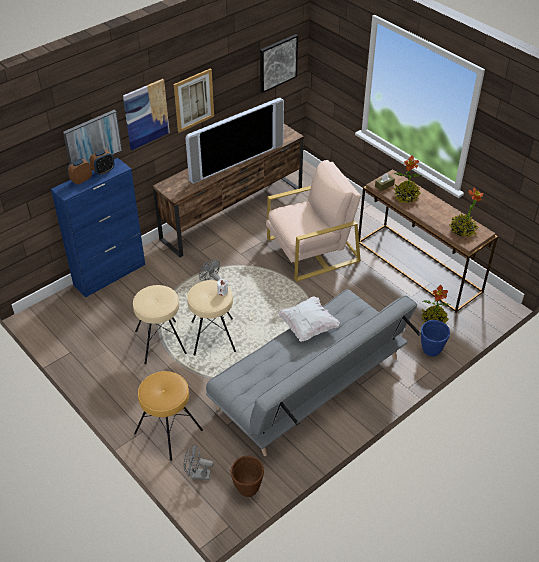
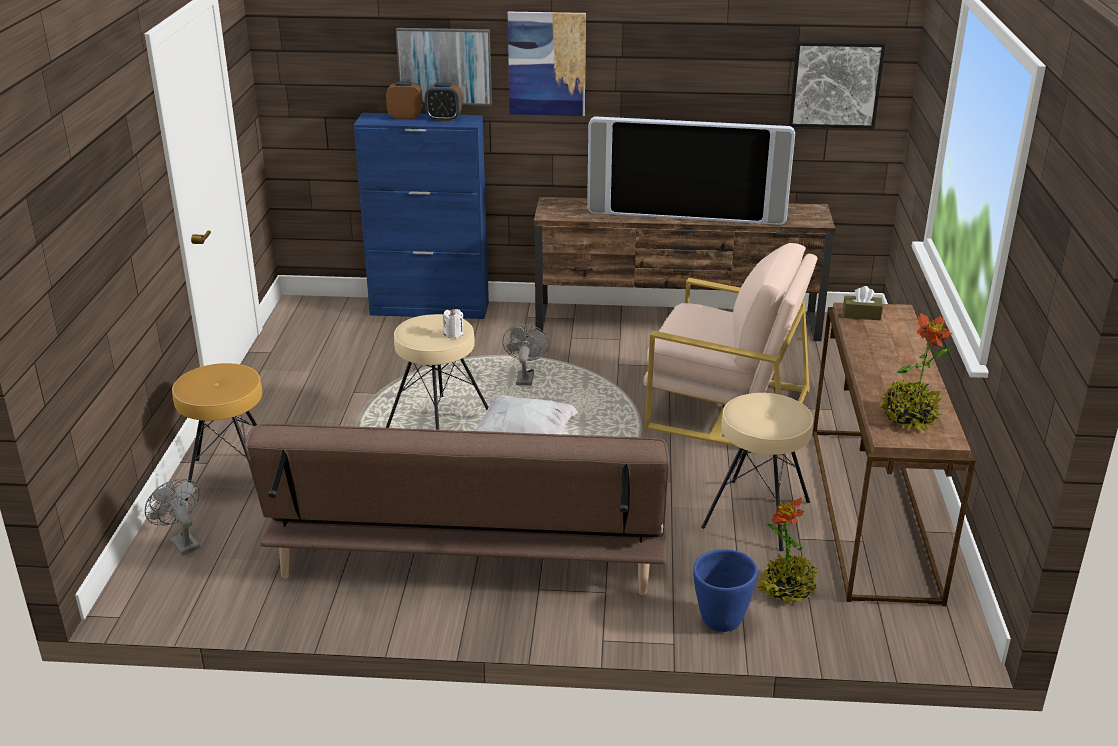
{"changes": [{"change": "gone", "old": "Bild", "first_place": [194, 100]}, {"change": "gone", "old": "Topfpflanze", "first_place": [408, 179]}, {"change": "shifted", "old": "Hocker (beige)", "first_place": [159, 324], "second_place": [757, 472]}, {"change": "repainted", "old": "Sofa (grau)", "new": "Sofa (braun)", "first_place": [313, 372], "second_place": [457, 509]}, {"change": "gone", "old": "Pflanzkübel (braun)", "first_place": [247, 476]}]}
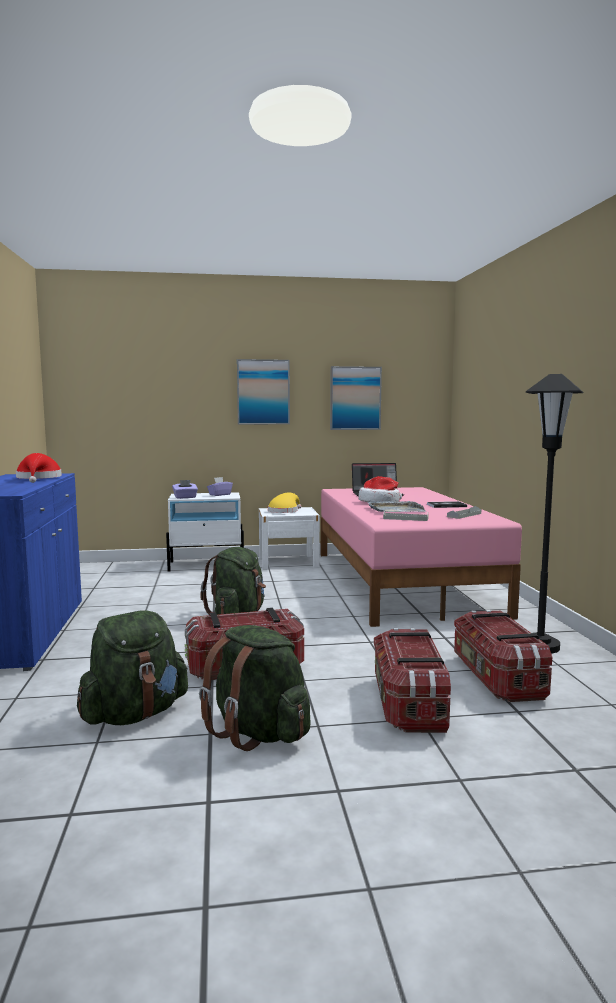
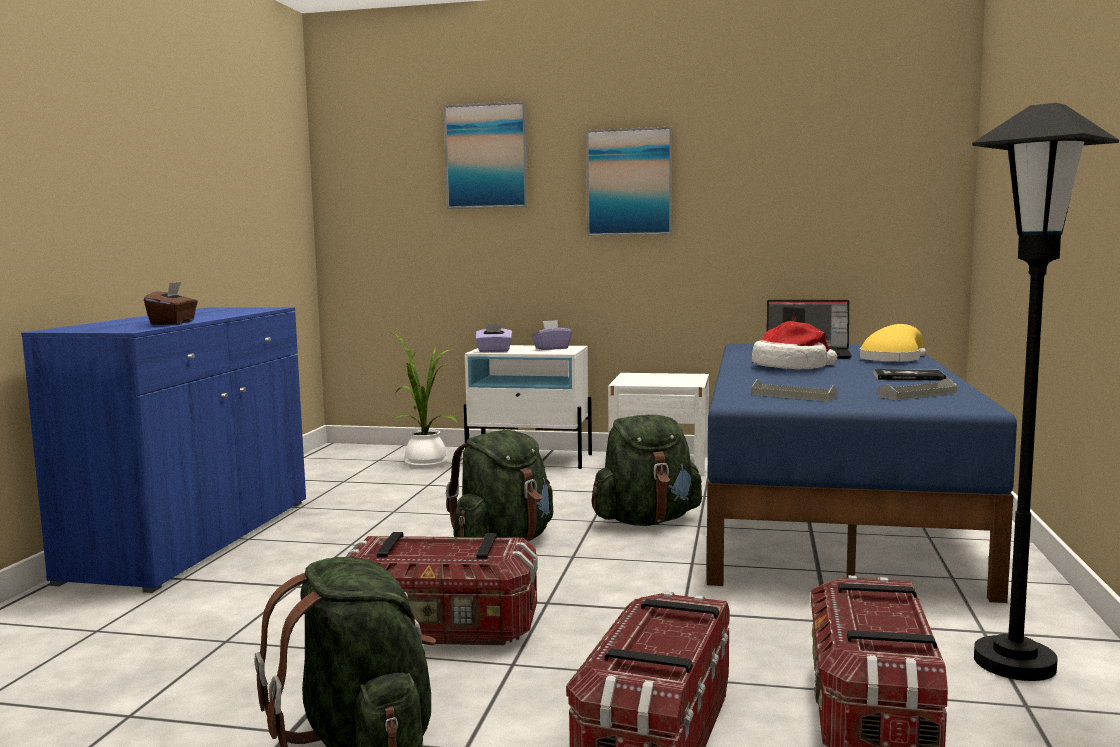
{"changes": [{"change": "shifted", "old": "Bild", "first_place": [356, 398], "second_place": [485, 155]}, {"change": "gone", "old": "Hut (rot)", "first_place": [39, 468]}, {"change": "repainted", "old": "Bett (rosa)", "new": "Bett (blau)", "first_place": [421, 557], "second_place": [862, 473]}, {"change": "shifted", "old": "Hut (gelb)", "first_place": [284, 503], "second_place": [893, 342]}, {"change": "gone", "old": "Tablett (grau)", "first_place": [396, 506]}, {"change": "shifted", "old": "Rucksack (grün)", "first_place": [132, 667], "second_place": [646, 470]}, {"change": "new", "new": "Taschentuchbox (braun)", "second_place": [171, 303]}, {"change": "new", "new": "Topfpflanze", "second_place": [423, 400]}]}
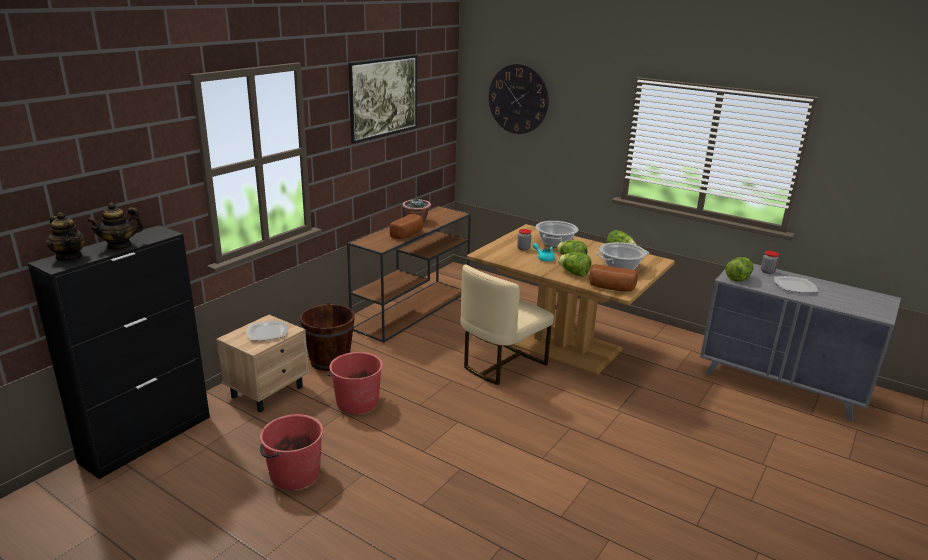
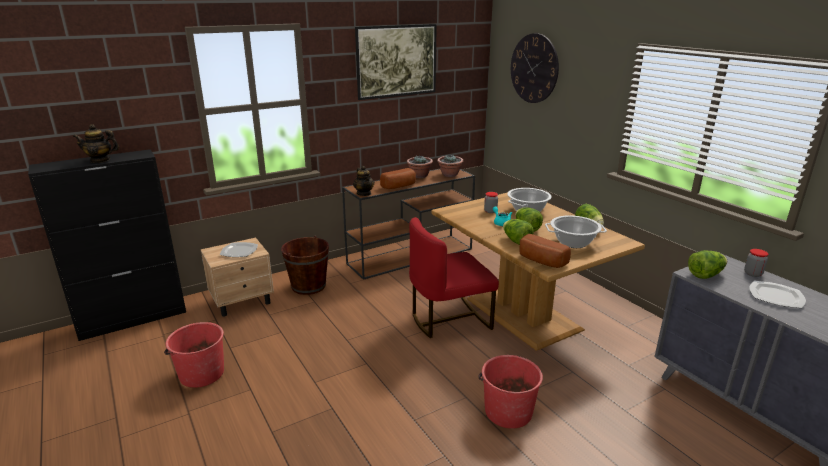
{"changes": [{"change": "shifted", "old": "Teekanne", "first_place": [66, 236], "second_place": [363, 181]}, {"change": "repainted", "old": "Stuhl (beige)", "new": "Stuhl (rot)", "first_place": [507, 324], "second_place": [454, 277]}, {"change": "shifted", "old": "Eimer (rot)", "first_place": [355, 383], "second_place": [511, 392]}, {"change": "new", "new": "Topfpflanze", "second_place": [450, 166]}]}
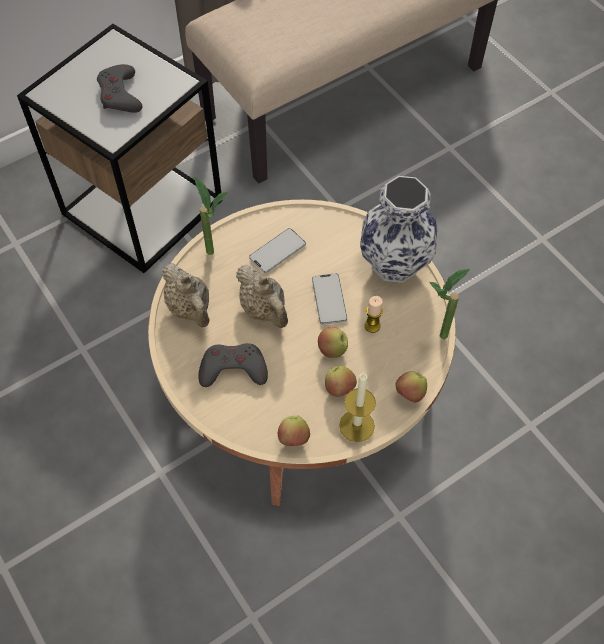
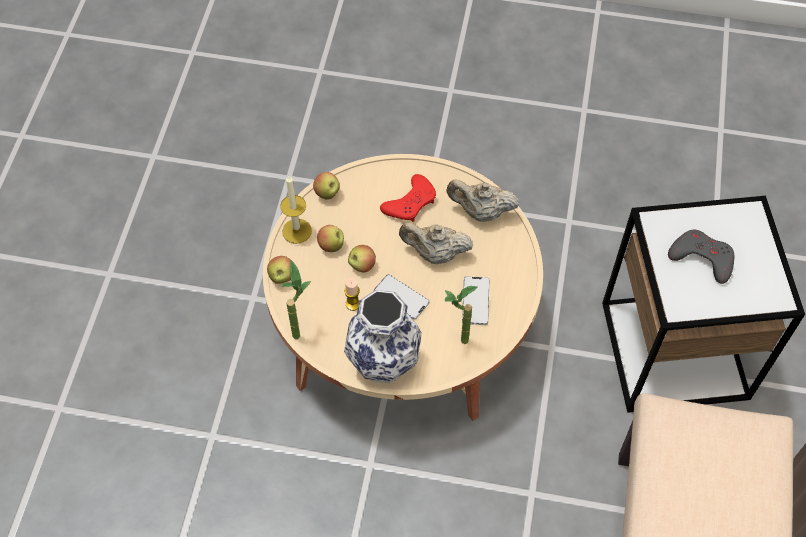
{"changes": [{"change": "shifted", "old": "Topfpflanze", "first_place": [211, 215], "second_place": [461, 315]}, {"change": "repainted", "old": "Gamepad (grau)", "new": "Gamepad (rot)", "first_place": [233, 365], "second_place": [408, 198]}]}
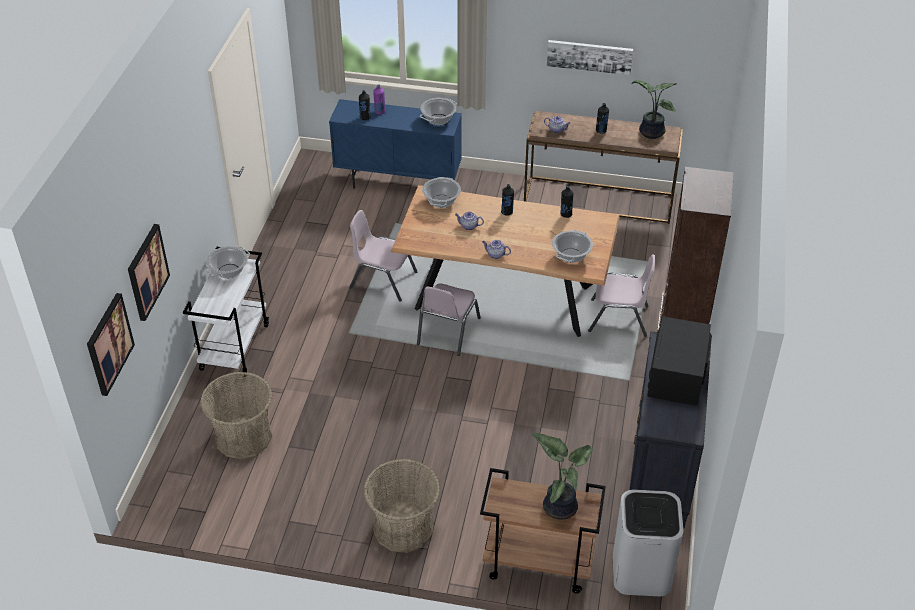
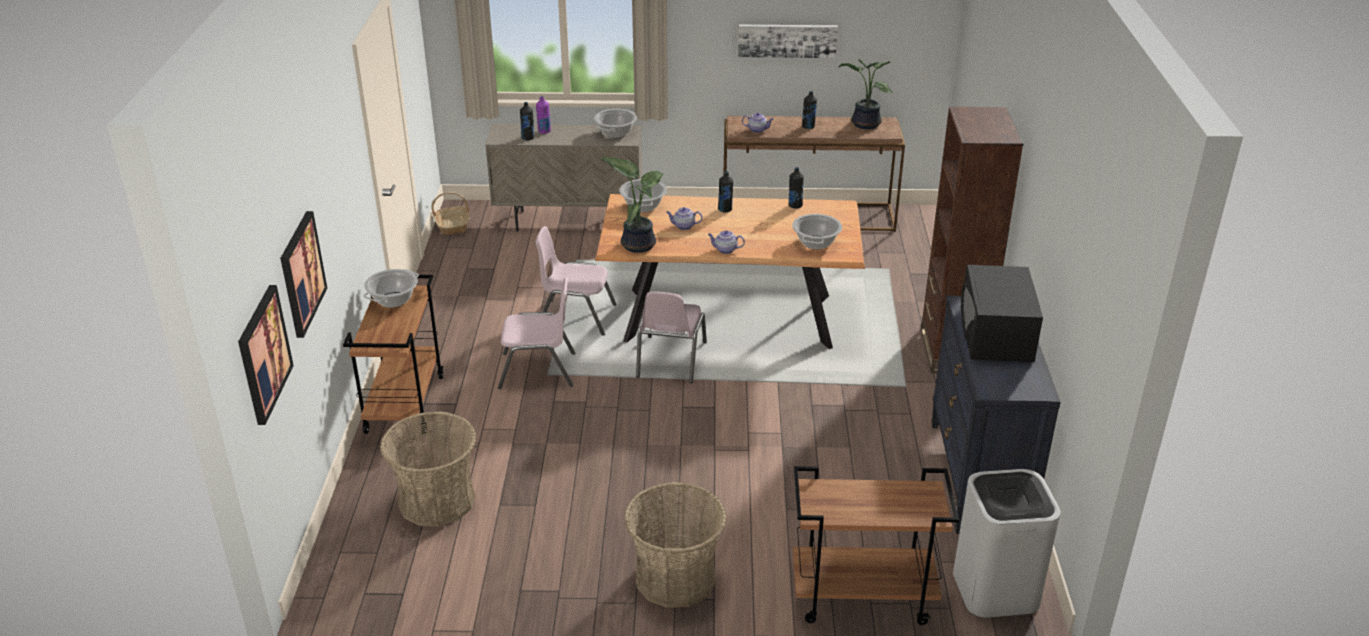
{"changes": [{"change": "repainted", "old": "Schrank (blau)", "new": "Schrank (beige)", "first_place": [395, 144], "second_place": [563, 178]}, {"change": "repainted", "old": "Rollwagen (weiß)", "new": "Rollwagen (braun)", "first_place": [226, 312], "second_place": [393, 355]}, {"change": "shifted", "old": "Stuhl (rosa)", "first_place": [621, 295], "second_place": [537, 333]}, {"change": "shifted", "old": "Topfpflanze", "first_place": [562, 476], "second_place": [632, 205]}, {"change": "new", "new": "Korb", "second_place": [450, 213]}]}
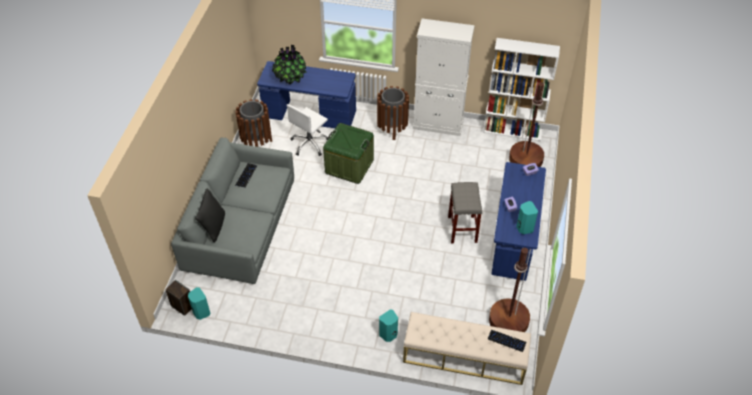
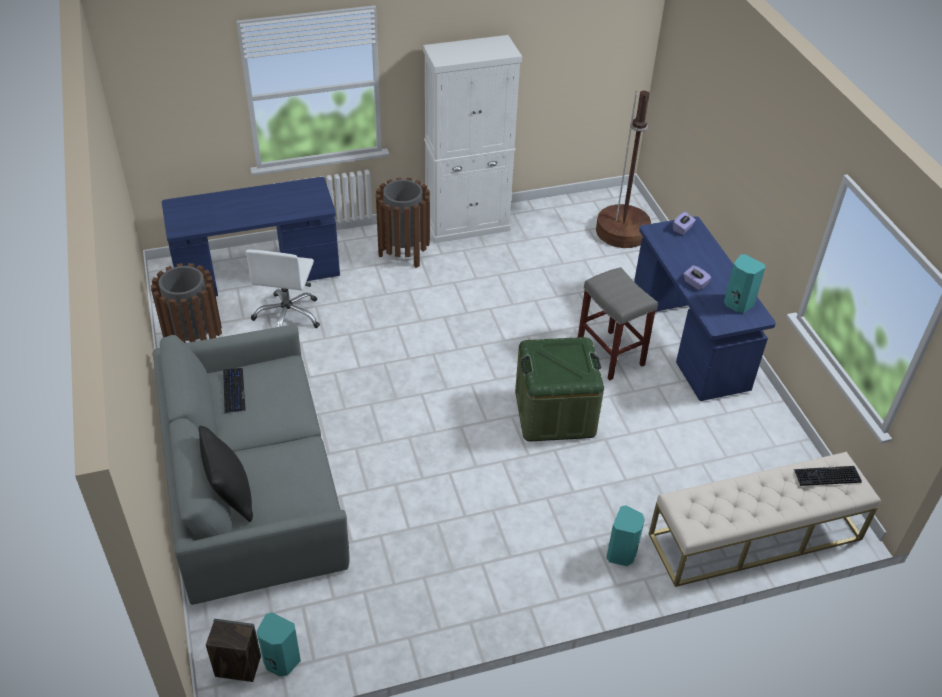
{"changes": [{"change": "gone", "old": "Bücherregal (weiß)", "first_place": [521, 89]}, {"change": "gone", "old": "Topfpflanze", "first_place": [289, 64]}, {"change": "shifted", "old": "Aufbewahrungsbox (grün)", "first_place": [348, 153], "second_place": [559, 389]}, {"change": "gone", "old": "Stehlampe (braun)", "first_place": [510, 290]}]}
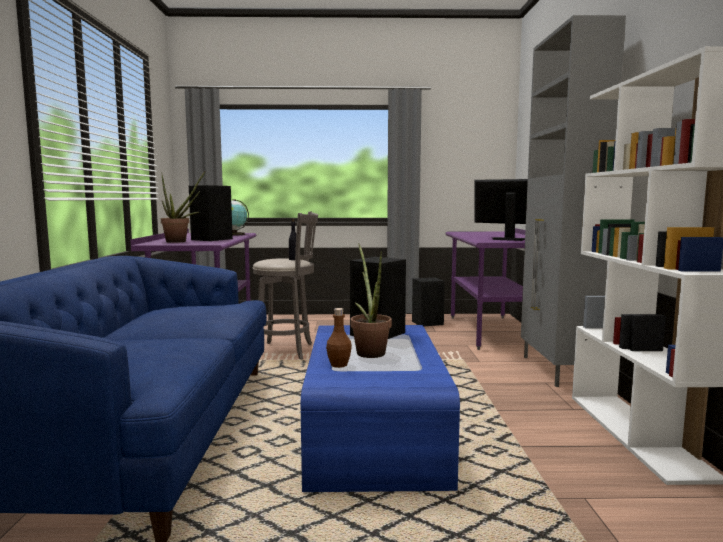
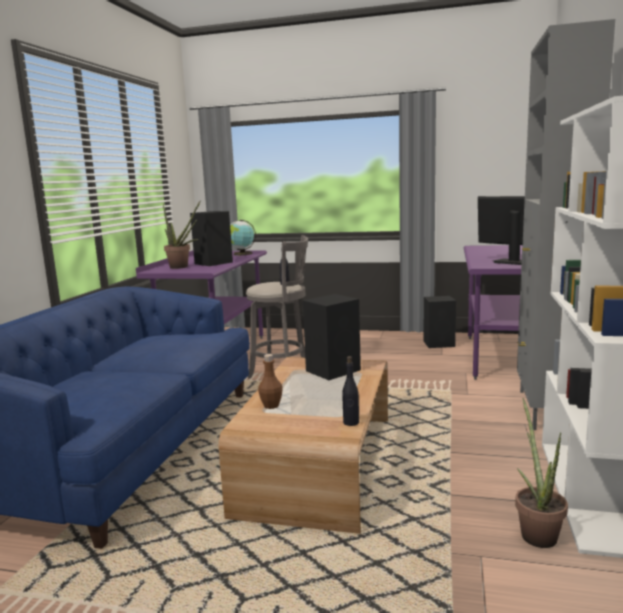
{"changes": [{"change": "shifted", "old": "Topfpflanze", "first_place": [371, 300], "second_place": [541, 473]}, {"change": "repainted", "old": "Couchtisch (blau)", "new": "Couchtisch (braun)", "first_place": [380, 408], "second_place": [303, 445]}, {"change": "new", "new": "Flasche (schwarz)", "second_place": [350, 391]}]}
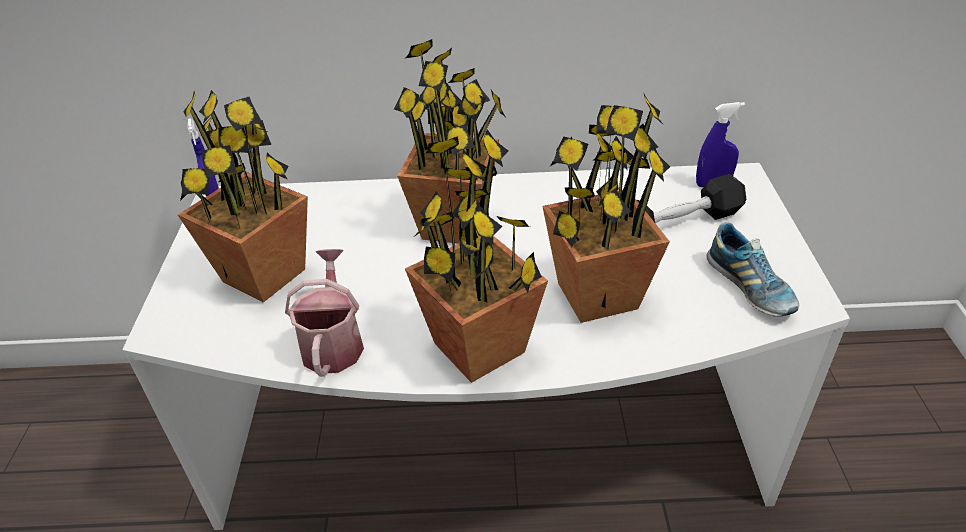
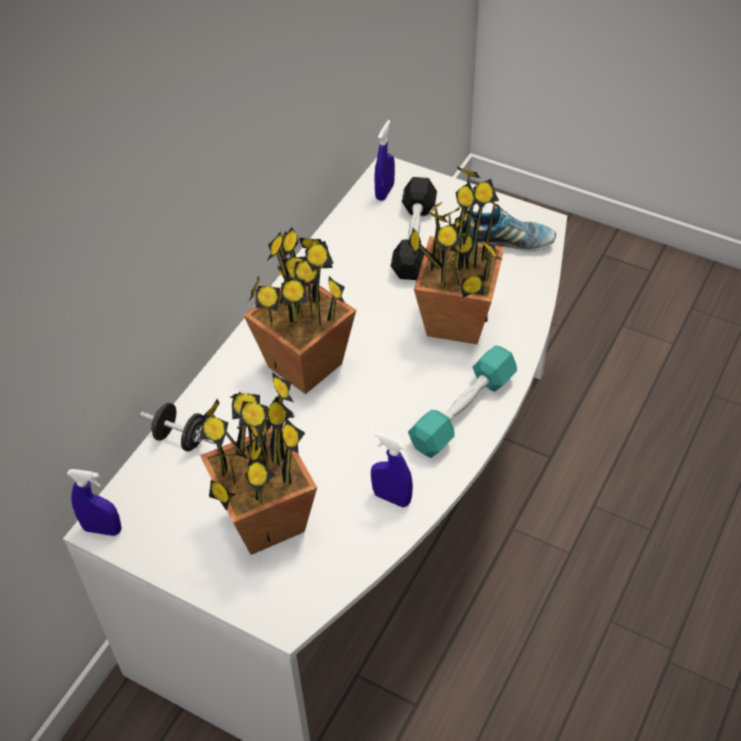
{"changes": [{"change": "swapped", "old": "Topfpflanze", "new": "Hantel (türkis)", "first_place": [476, 256], "second_place": [462, 401]}, {"change": "swapped", "old": "Gießkanne", "new": "Sprühflasche (blau)", "first_place": [324, 313], "second_place": [392, 469]}, {"change": "new", "new": "Hantel (schwarz)", "second_place": [178, 427]}]}
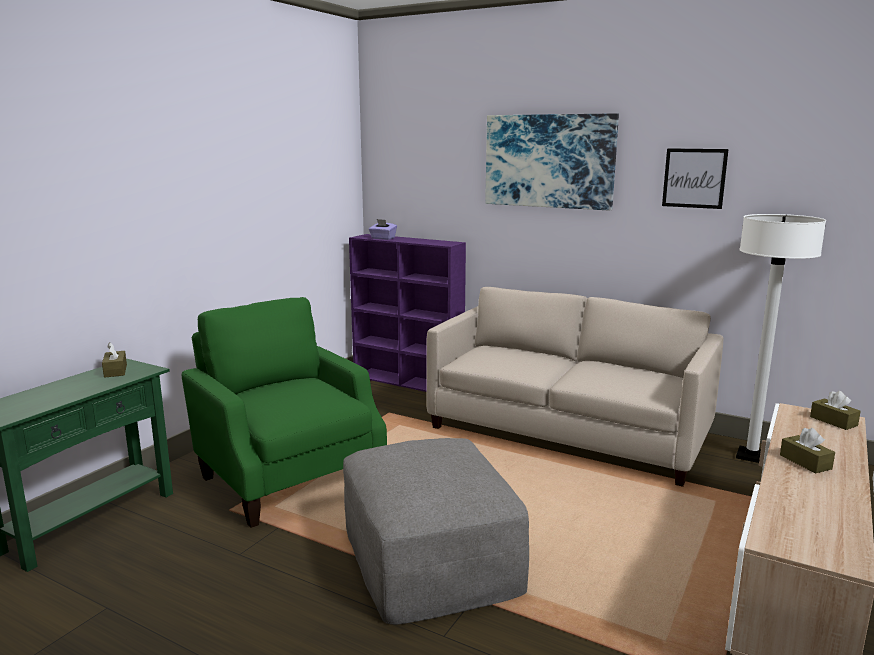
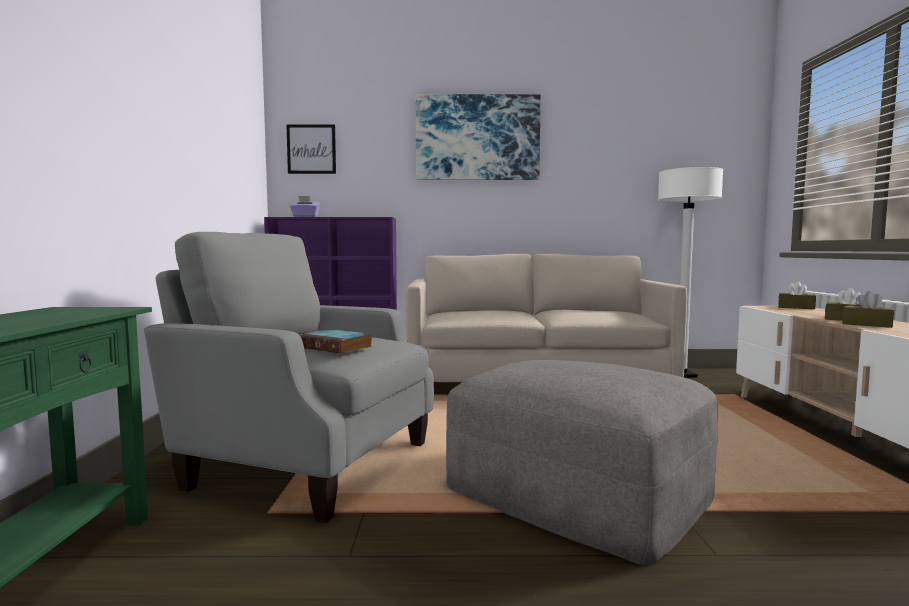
{"changes": [{"change": "shifted", "old": "Bild", "first_place": [695, 178], "second_place": [311, 149]}, {"change": "repainted", "old": "Sessel (grün)", "new": "Sessel (grau)", "first_place": [284, 412], "second_place": [289, 377]}, {"change": "shifted", "old": "Taschentuchbox (braun)", "first_place": [114, 360], "second_place": [868, 309]}, {"change": "new", "new": "Buch", "second_place": [336, 341]}]}
